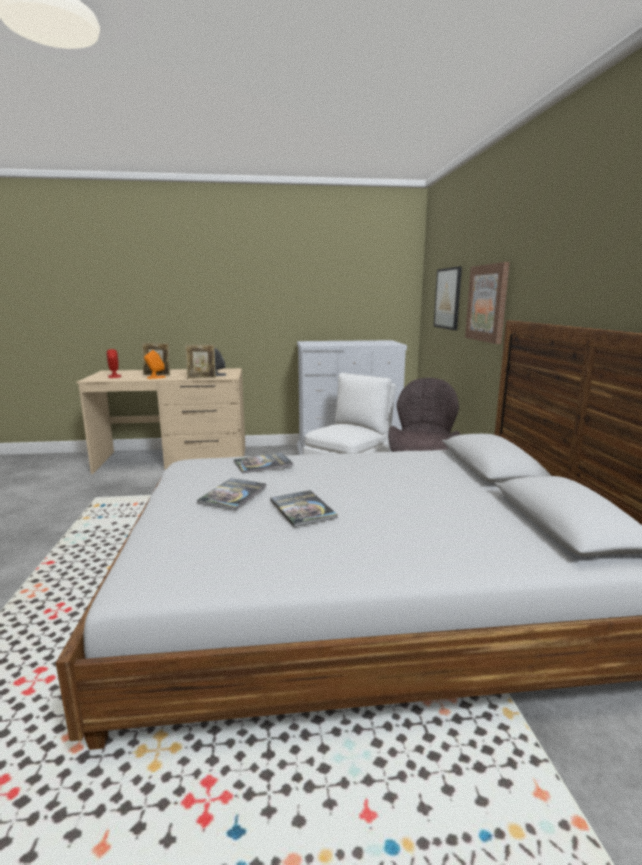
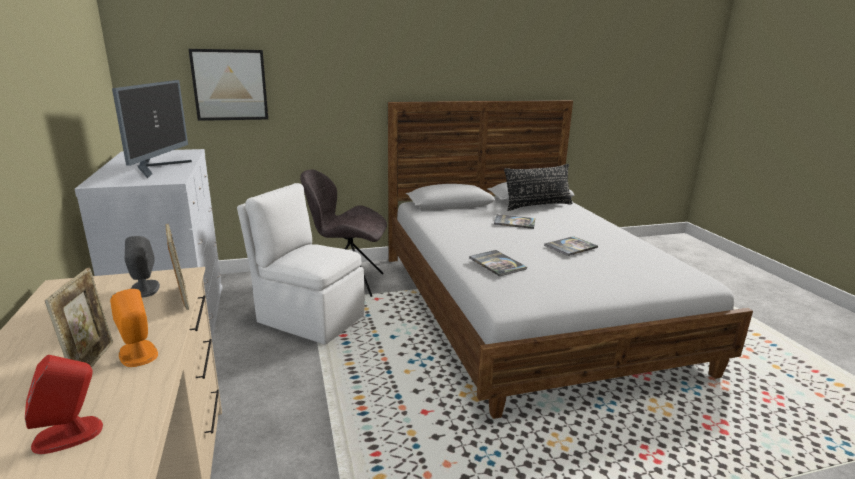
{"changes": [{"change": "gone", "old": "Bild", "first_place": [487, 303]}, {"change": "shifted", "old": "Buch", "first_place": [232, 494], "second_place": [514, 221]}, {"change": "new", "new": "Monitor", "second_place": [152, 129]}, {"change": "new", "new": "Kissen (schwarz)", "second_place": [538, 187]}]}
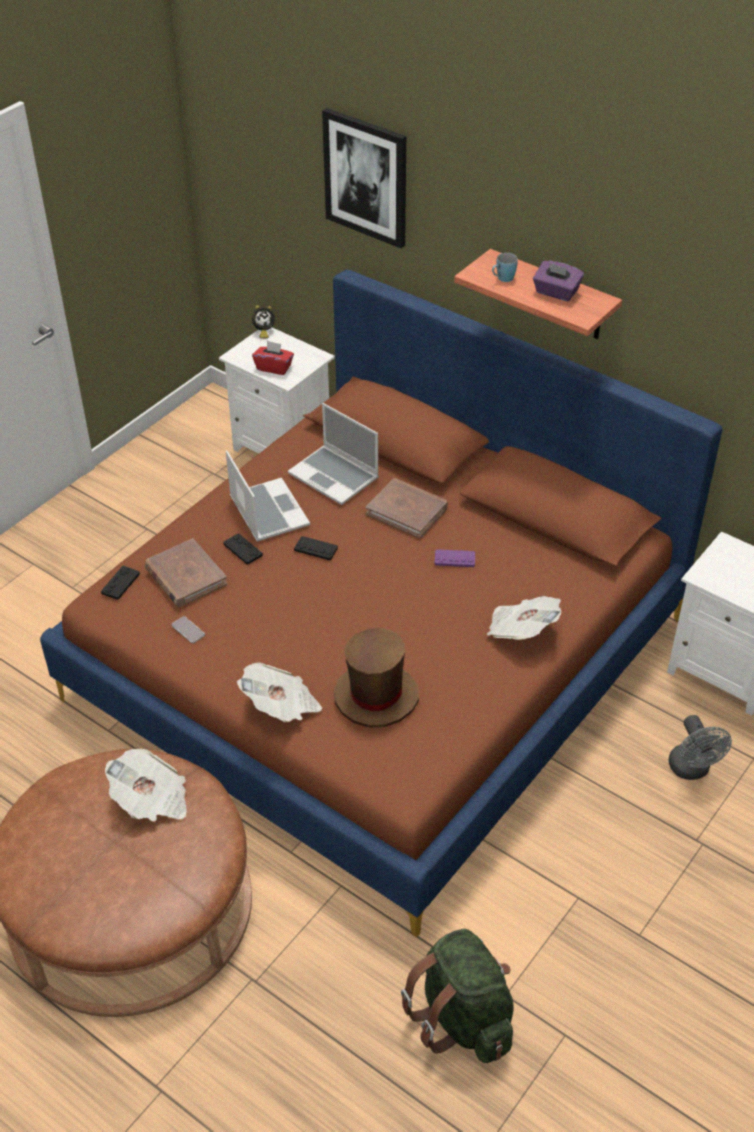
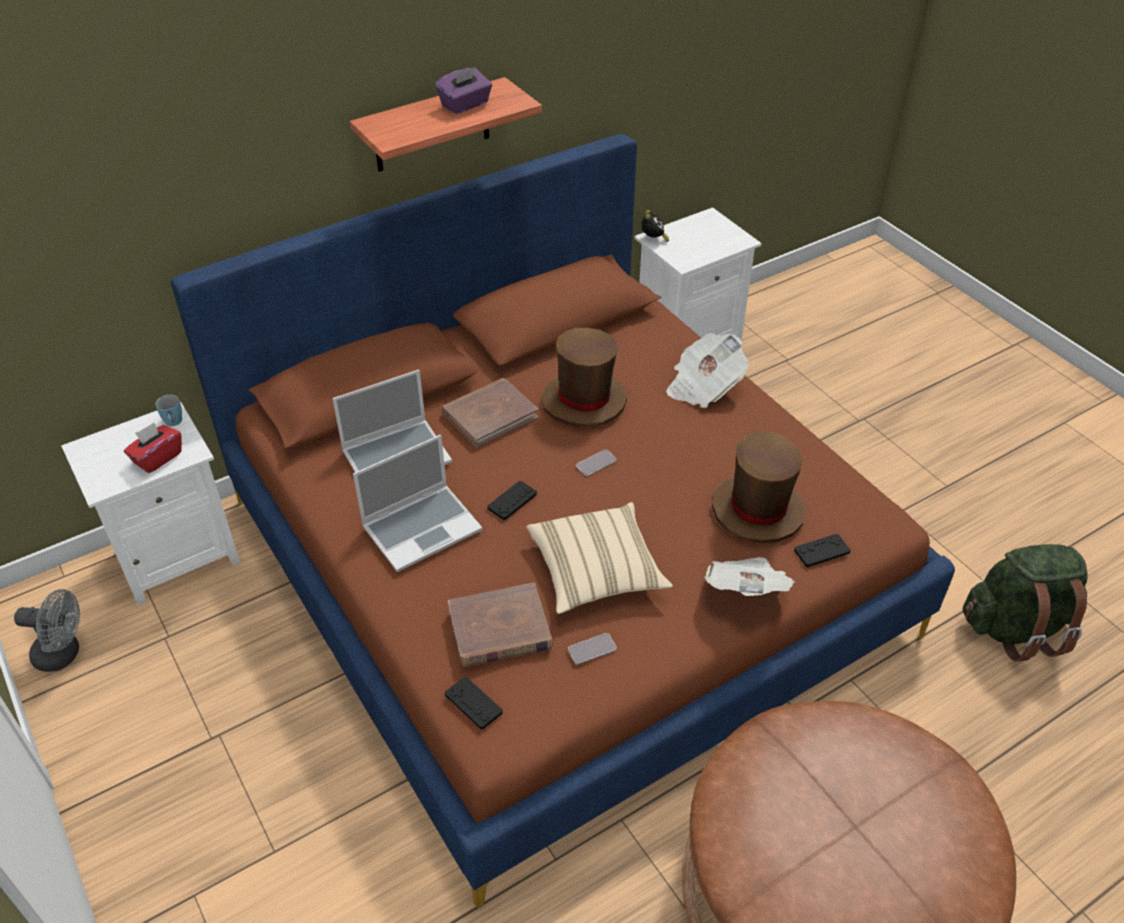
{"changes": [{"change": "gone", "old": "Bild", "first_place": [364, 178]}, {"change": "shifted", "old": "Henkelbecher (blau)", "first_place": [505, 267], "second_place": [169, 410]}, {"change": "shifted", "old": "Wecker", "first_place": [263, 321], "second_place": [655, 226]}, {"change": "rotated", "old": "Laptop", "first_place": [268, 496], "second_place": [417, 503], "degrees": 150}, {"change": "shifted", "old": "Gamepad (schwarz)", "first_place": [243, 549], "second_place": [822, 550]}, {"change": "swapped", "old": "Gamepad (lila)", "new": "Hut (braun)", "first_place": [454, 558], "second_place": [584, 377]}, {"change": "shifted", "old": "Ventilator (grau)", "first_place": [700, 747], "second_place": [47, 630]}, {"change": "gone", "old": "Zeitung", "first_place": [146, 785]}, {"change": "new", "new": "Handy", "second_place": [596, 463]}, {"change": "new", "new": "Kissen (beige)", "second_place": [599, 558]}]}
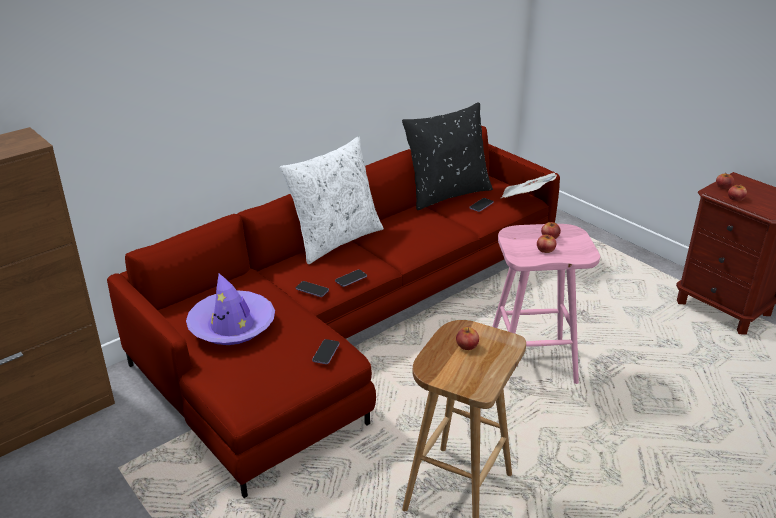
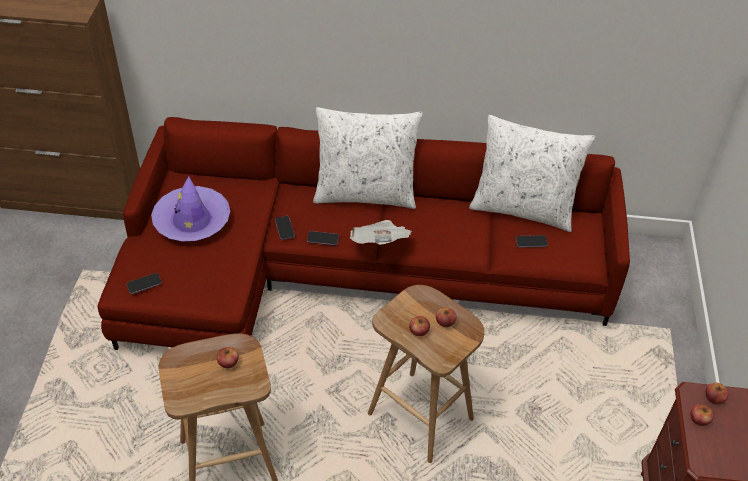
{"changes": [{"change": "repainted", "old": "Kissen (schwarz)", "new": "Kissen (weiß)", "first_place": [447, 156], "second_place": [532, 173]}, {"change": "shifted", "old": "Zeitung", "first_place": [529, 185], "second_place": [381, 232]}, {"change": "repainted", "old": "Hocker (rosa)", "new": "Hocker (braun)", "first_place": [546, 304], "second_place": [426, 374]}, {"change": "shifted", "old": "Handy", "first_place": [326, 351], "second_place": [144, 283]}]}
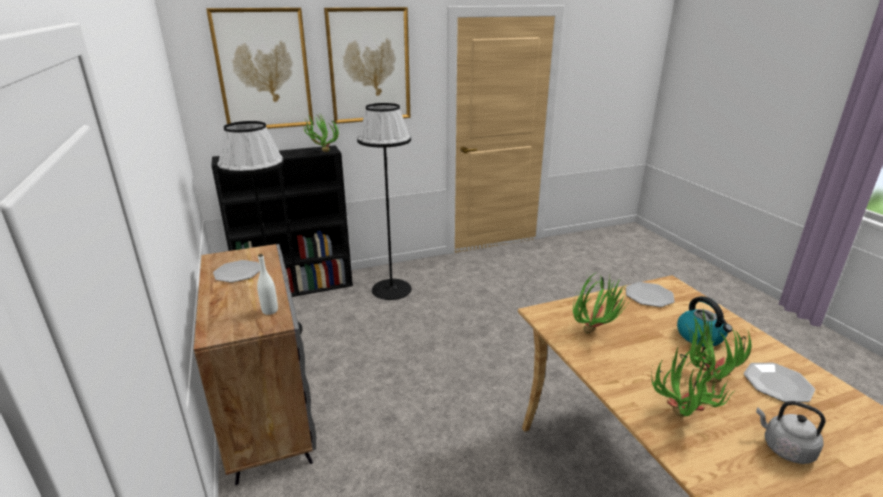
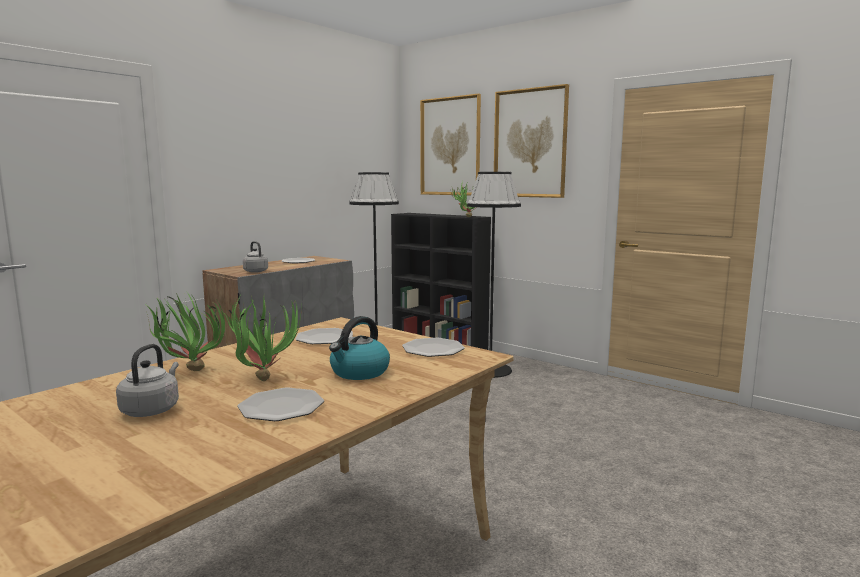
{"changes": [{"change": "swapped", "old": "Flasche (weiß)", "new": "Wasserkessel (grau)", "first_place": [267, 284], "second_place": [255, 257]}, {"change": "swapped", "old": "Topfpflanze", "new": "Teller", "first_place": [601, 303], "second_place": [324, 336]}]}
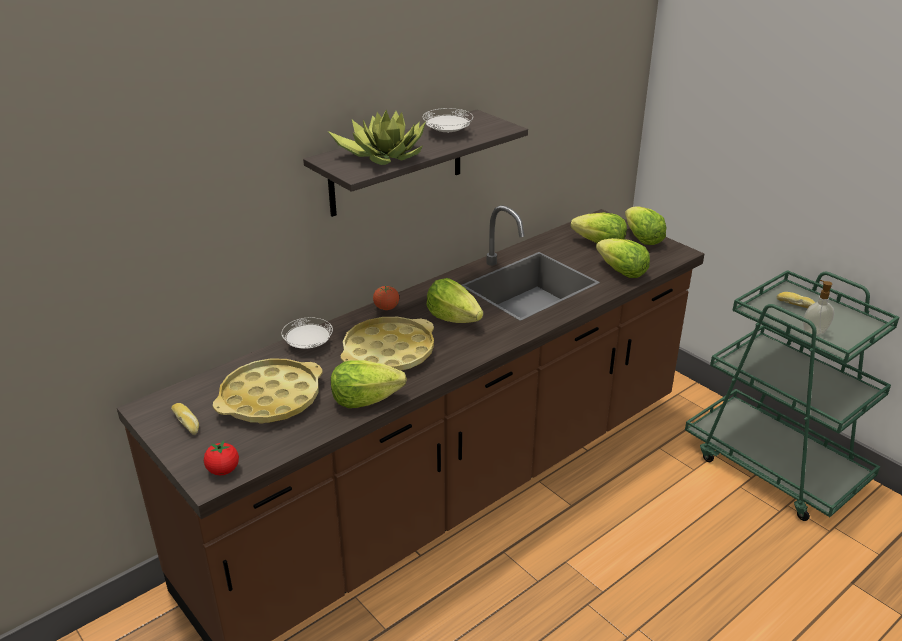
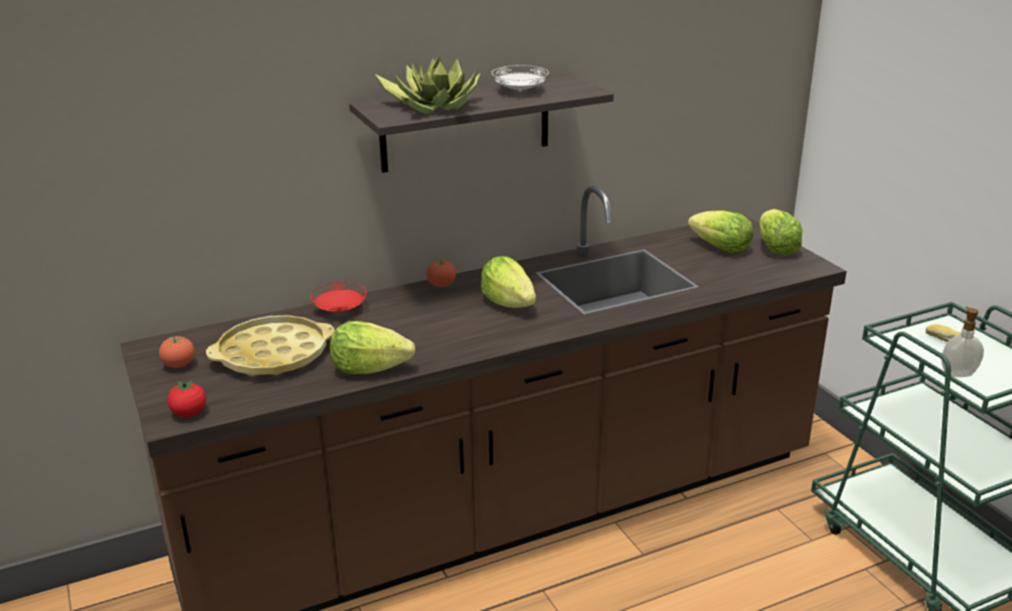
{"changes": [{"change": "gone", "old": "Salatkopf", "first_place": [623, 258]}, {"change": "repainted", "old": "Teller (weiß)", "new": "Teller (rot)", "first_place": [307, 333], "second_place": [338, 297]}, {"change": "gone", "old": "Tablett (gelb)", "first_place": [387, 344]}, {"change": "swapped", "old": "Brot", "new": "Tomate", "first_place": [185, 419], "second_place": [177, 352]}]}
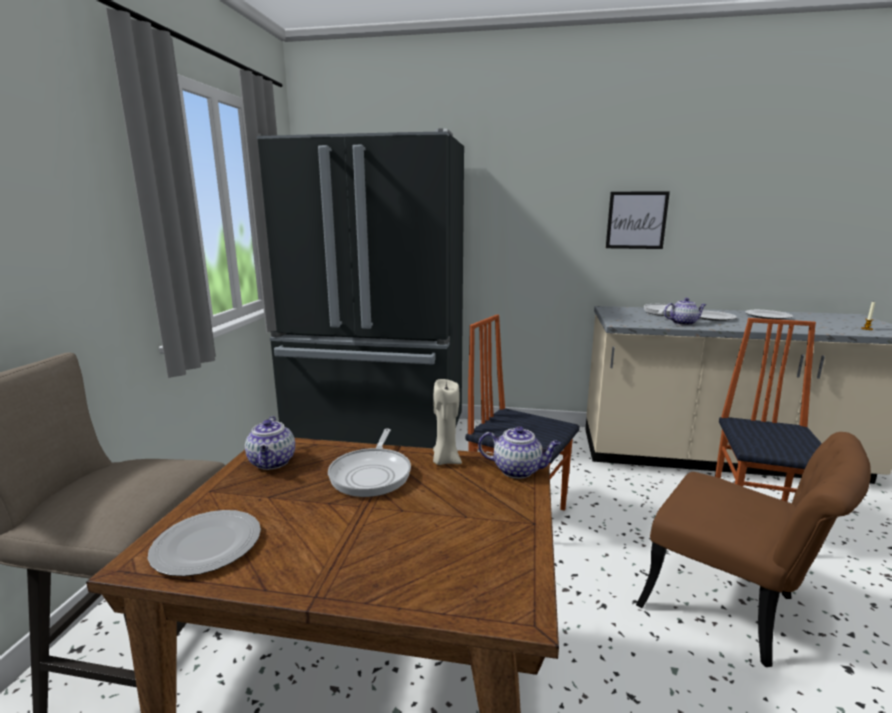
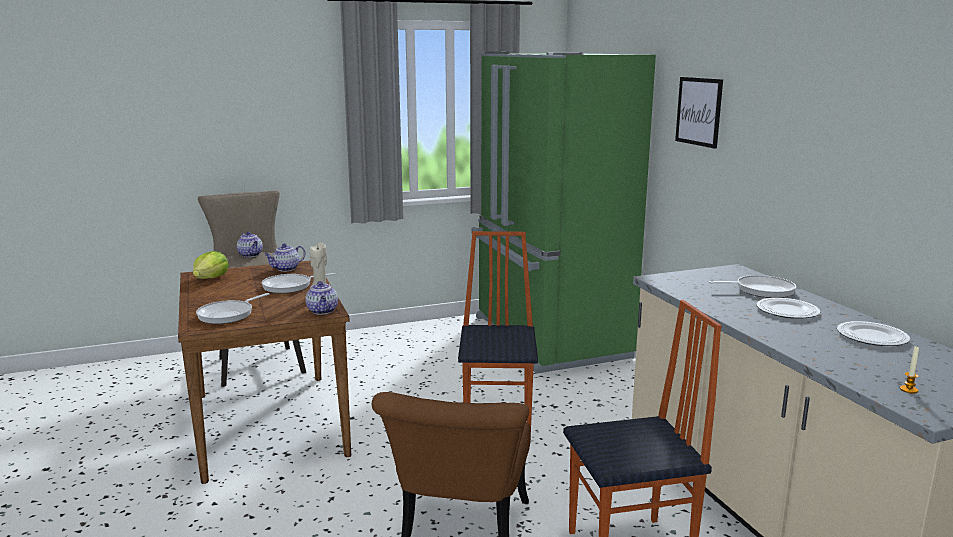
{"changes": [{"change": "repainted", "old": "Kühlschrank (schwarz)", "new": "Kühlschrank (grün)", "first_place": [360, 288], "second_place": [563, 212]}, {"change": "shifted", "old": "Bild", "first_place": [638, 220], "second_place": [699, 113]}, {"change": "shifted", "old": "Teekanne", "first_place": [685, 311], "second_place": [250, 244]}, {"change": "swapped", "old": "Teller", "new": "Salatkopf", "first_place": [204, 543], "second_place": [211, 265]}, {"change": "new", "new": "Pfanne", "second_place": [233, 308]}]}
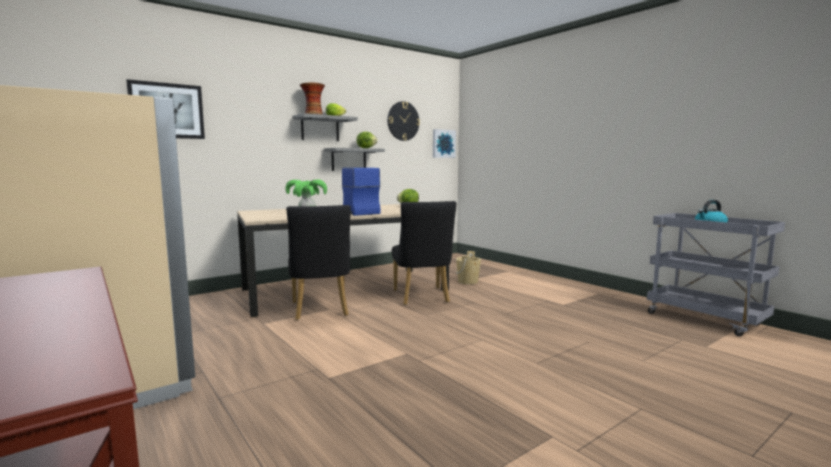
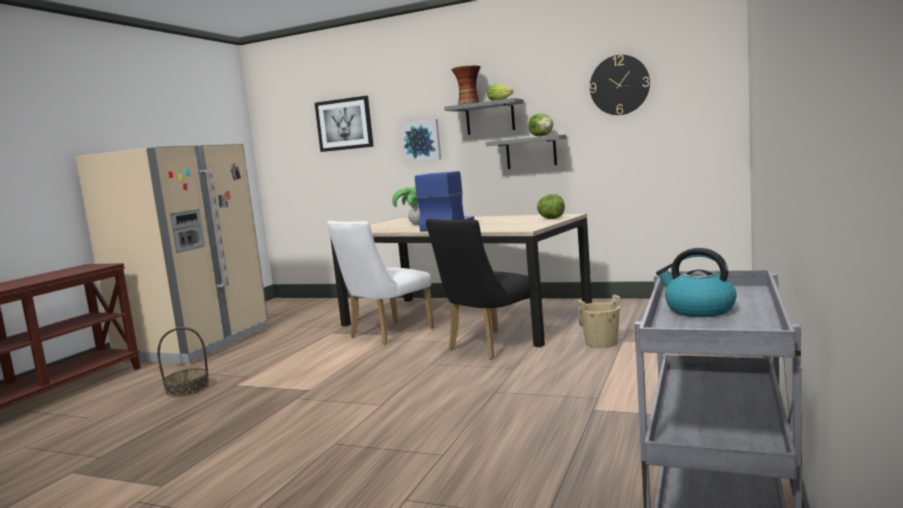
{"changes": [{"change": "shifted", "old": "Bild", "first_place": [444, 143], "second_place": [420, 141]}, {"change": "repainted", "old": "Stuhl (schwarz)", "new": "Stuhl (weiß)", "first_place": [318, 262], "second_place": [380, 283]}, {"change": "new", "new": "Korb", "second_place": [183, 362]}]}
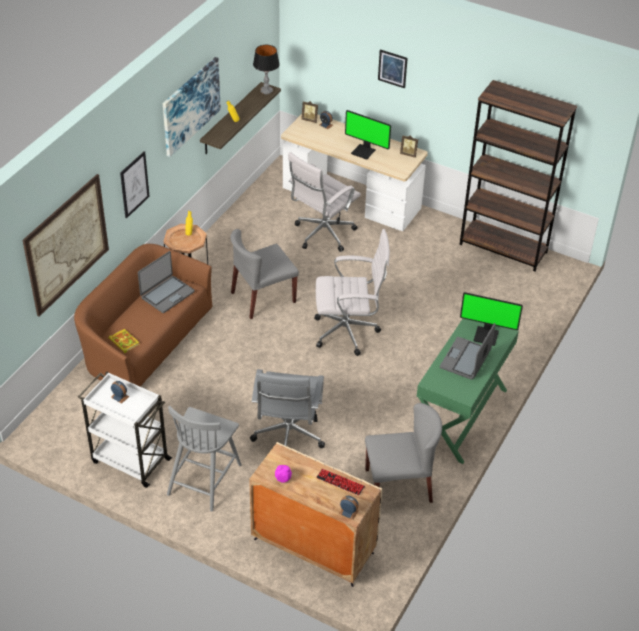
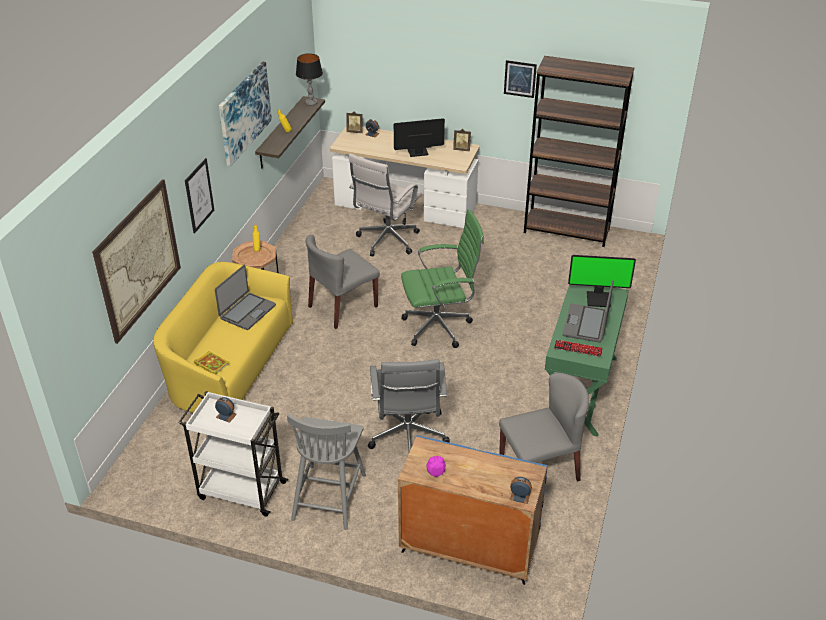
{"changes": [{"change": "shifted", "old": "Bild", "first_place": [393, 68], "second_place": [520, 79]}, {"change": "rotated", "old": "Monitor", "first_place": [368, 135], "second_place": [419, 137], "degrees": 150}, {"change": "repainted", "old": "Bürostuhl (weiß)", "new": "Bürostuhl (grün)", "first_place": [352, 292], "second_place": [442, 278]}, {"change": "repainted", "old": "Sofa (braun)", "new": "Sofa (gelb)", "first_place": [143, 315], "second_place": [223, 337]}, {"change": "repainted", "old": "Schrank (beige)", "new": "Schrank (blau)", "first_place": [315, 514], "second_place": [473, 510]}, {"change": "shifted", "old": "Tastatur", "first_place": [340, 482], "second_place": [578, 348]}]}
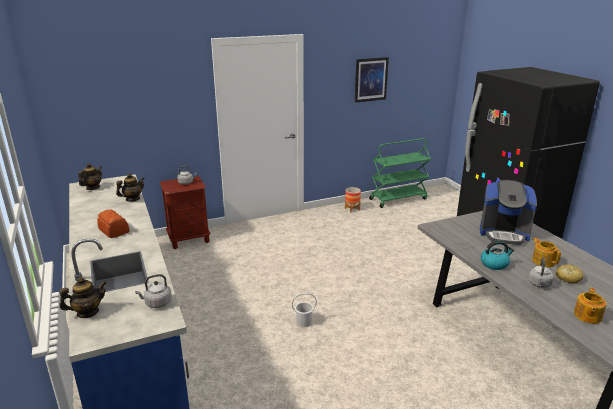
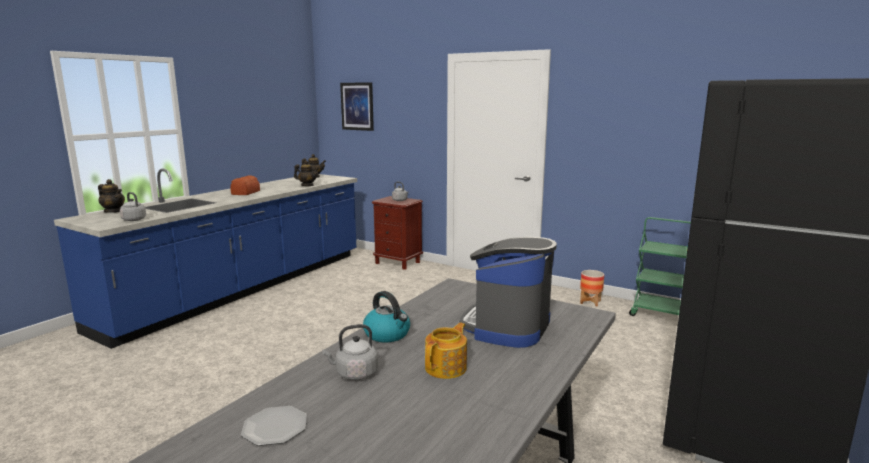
{"changes": [{"change": "shifted", "old": "Bild", "first_place": [372, 80], "second_place": [357, 106]}, {"change": "rotated", "old": "Kaffeemaschine", "first_place": [508, 212], "second_place": [508, 292], "degrees": 45}, {"change": "gone", "old": "Brot", "first_place": [570, 274]}, {"change": "swapped", "old": "Teekanne", "new": "Teller", "first_place": [590, 306], "second_place": [274, 426]}, {"change": "gone", "old": "Eimer (weiß)", "first_place": [304, 310]}]}
